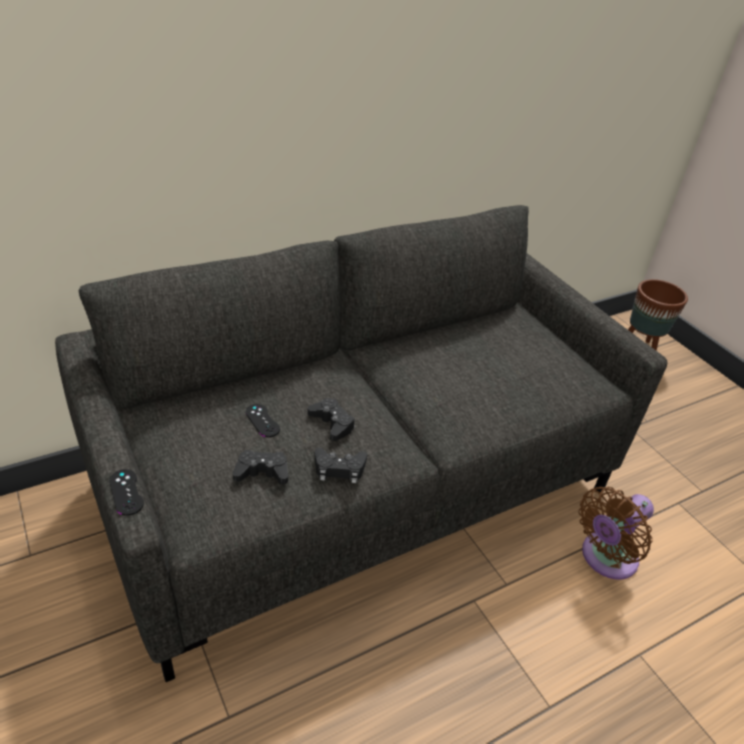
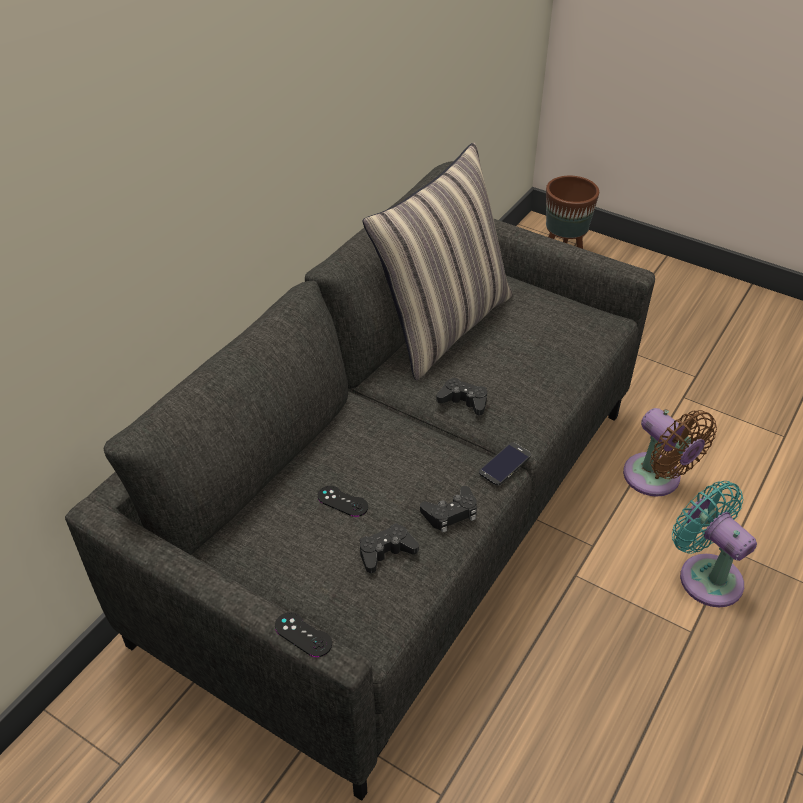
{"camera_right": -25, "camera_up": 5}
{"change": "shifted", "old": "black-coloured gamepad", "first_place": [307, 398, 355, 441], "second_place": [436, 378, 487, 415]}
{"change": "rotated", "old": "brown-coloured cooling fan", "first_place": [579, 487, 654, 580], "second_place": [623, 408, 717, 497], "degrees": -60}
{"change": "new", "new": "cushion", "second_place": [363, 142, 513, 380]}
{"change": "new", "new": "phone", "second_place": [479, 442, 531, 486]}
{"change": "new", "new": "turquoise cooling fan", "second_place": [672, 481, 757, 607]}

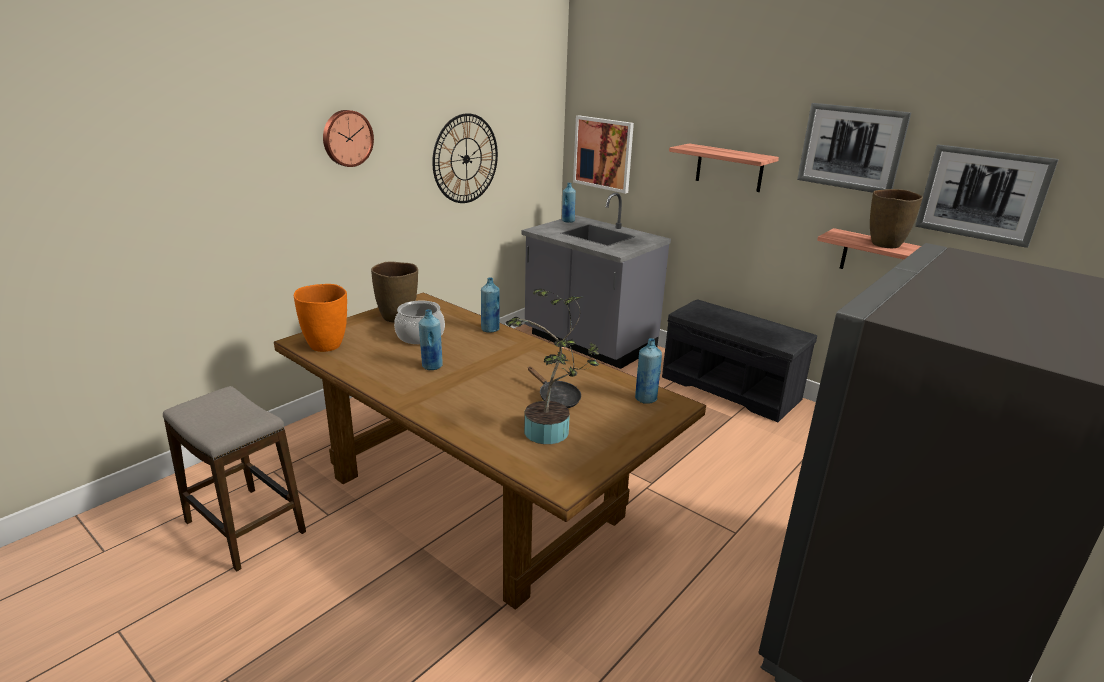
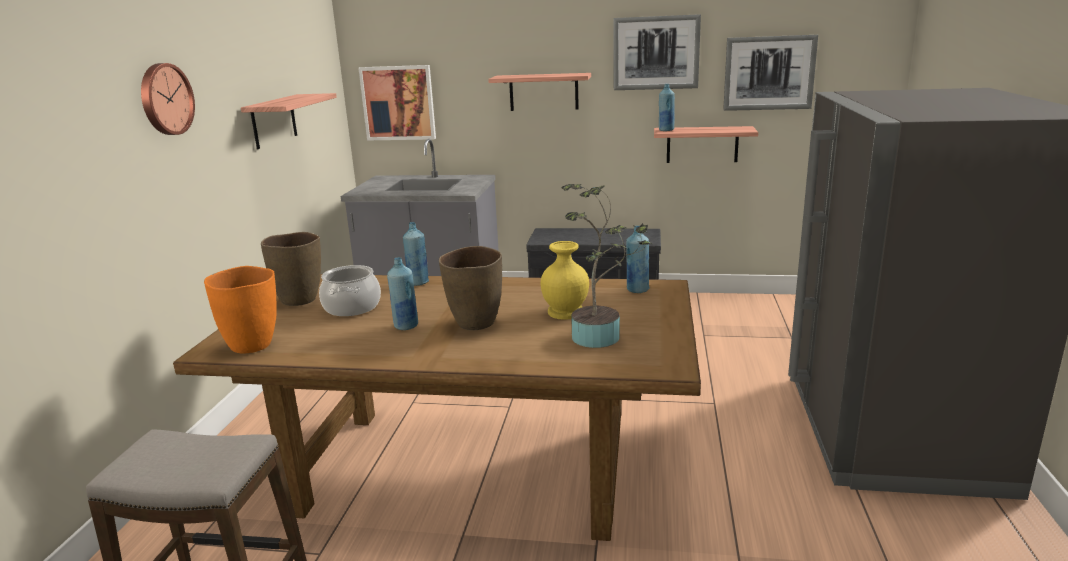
{"camera_right": -30, "camera_up": -5}
{"change": "swapped", "old": "hanging clock", "new": "shelf", "first_place": [432, 113, 498, 203], "second_place": [241, 93, 337, 149]}
{"change": "shifted", "old": "bluish drink bottle", "first_place": [562, 183, 576, 223], "second_place": [659, 84, 675, 131]}
{"change": "shifted", "old": "brown-coloured vase", "first_place": [870, 189, 923, 248], "second_place": [439, 246, 502, 330]}
{"change": "swapped", "old": "black-coloured pan", "new": "yellowish vase", "first_place": [528, 367, 581, 408], "second_place": [541, 241, 589, 320]}

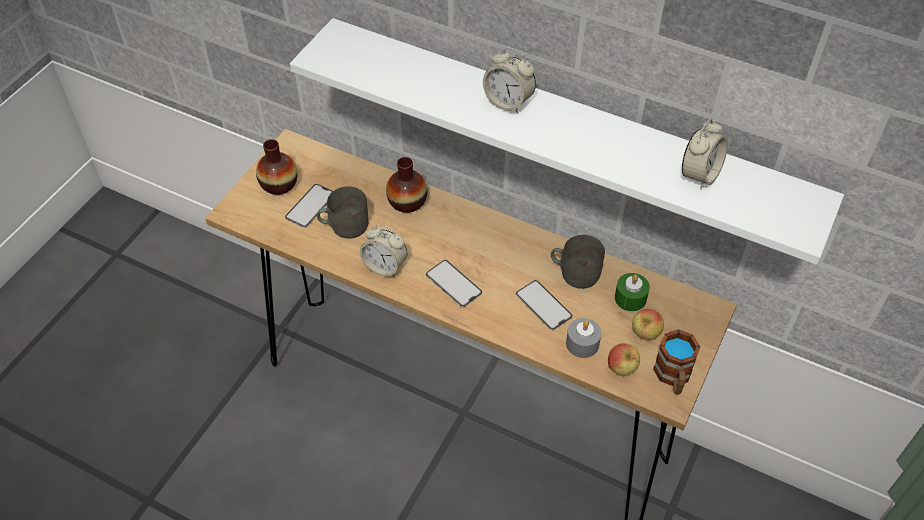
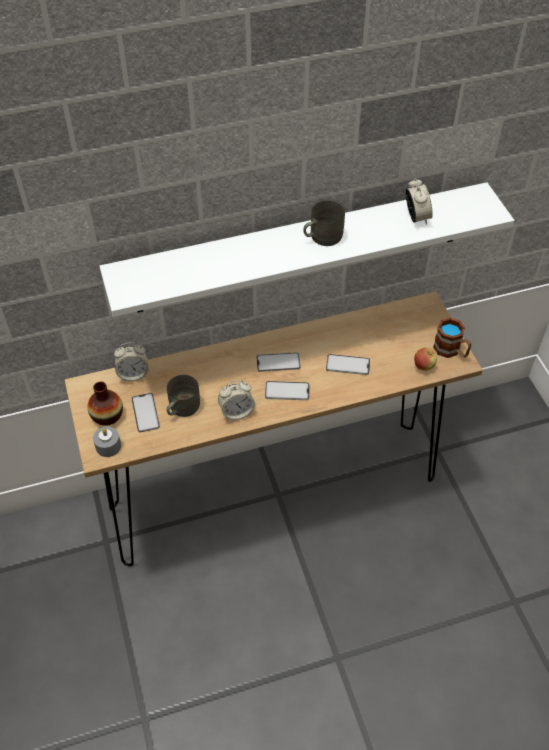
{"camera_right": -45, "camera_up": 0}
{"change": "shifted", "old": "alarm clock", "first_place": [483, 47, 536, 114], "second_place": [114, 342, 149, 382]}
{"change": "gone", "old": "vase", "first_place": [386, 157, 428, 213]}
{"change": "shifted", "old": "grey mug", "first_place": [551, 235, 605, 289], "second_place": [303, 201, 345, 246]}
{"change": "gone", "old": "green-coloured candle", "first_place": [615, 273, 650, 311]}
{"change": "gone", "old": "whole apple", "first_place": [632, 309, 664, 340]}
{"change": "shifted", "old": "grey candle", "first_place": [566, 318, 601, 358], "second_place": [93, 426, 121, 457]}
{"change": "new", "new": "phone", "second_place": [257, 352, 300, 372]}

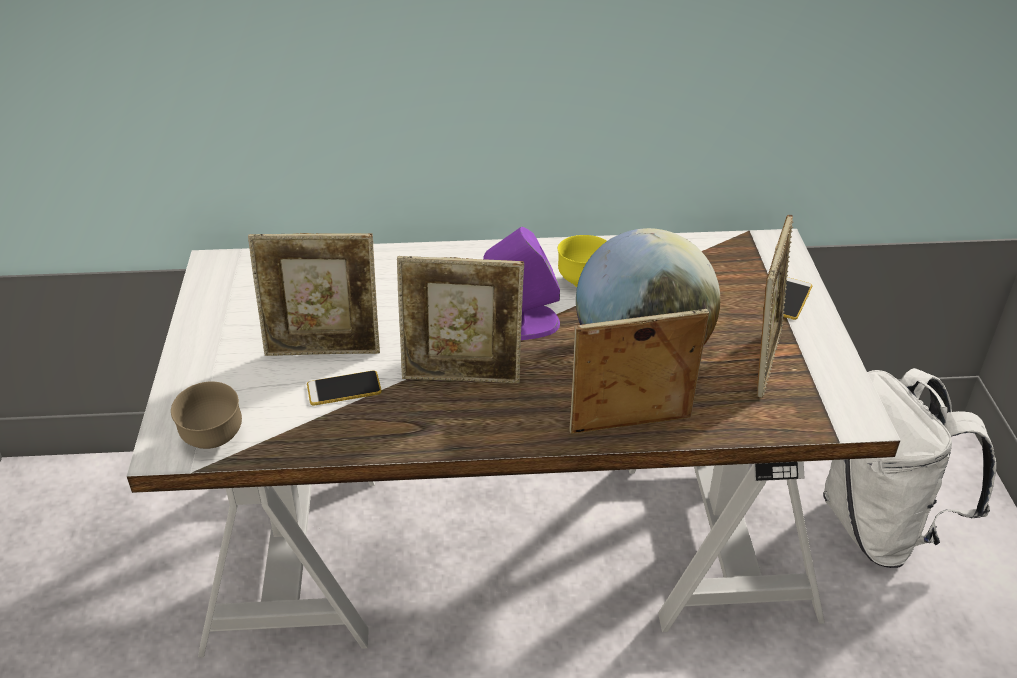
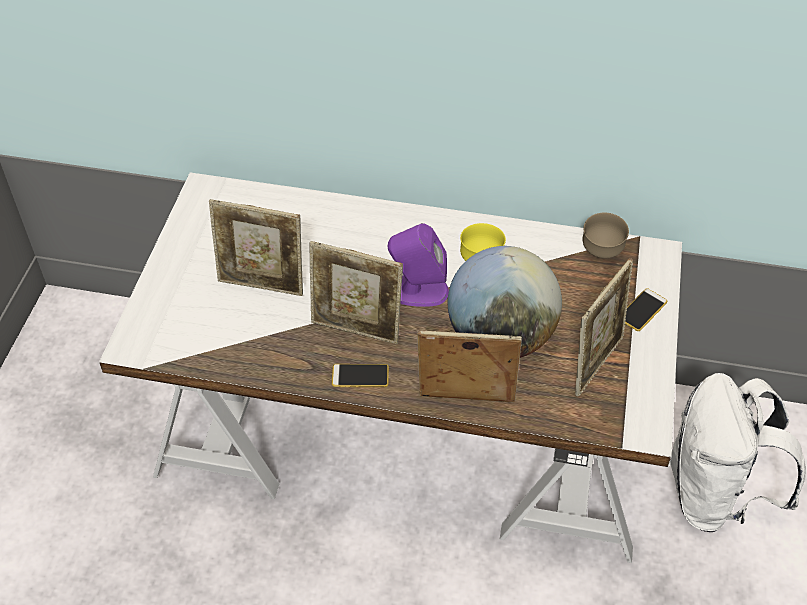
{"camera_right": 15, "camera_up": 10}
{"change": "shifted", "old": "phone", "first_place": [307, 370, 382, 406], "second_place": [332, 364, 389, 387]}
{"change": "shifted", "old": "brown-coloured bowl", "first_place": [171, 381, 242, 449], "second_place": [583, 213, 629, 259]}

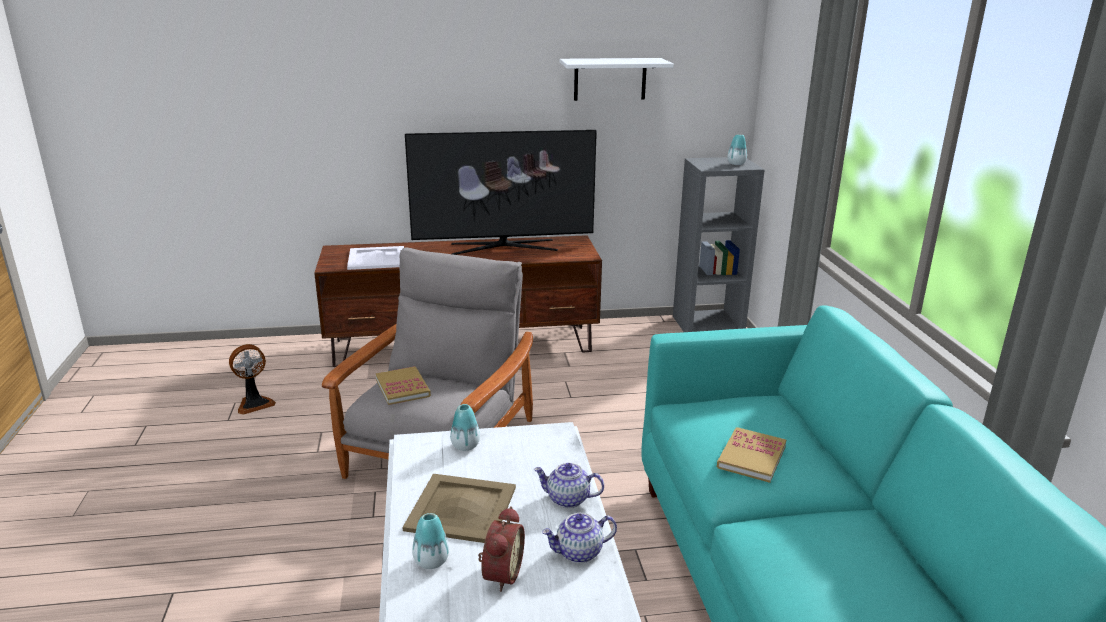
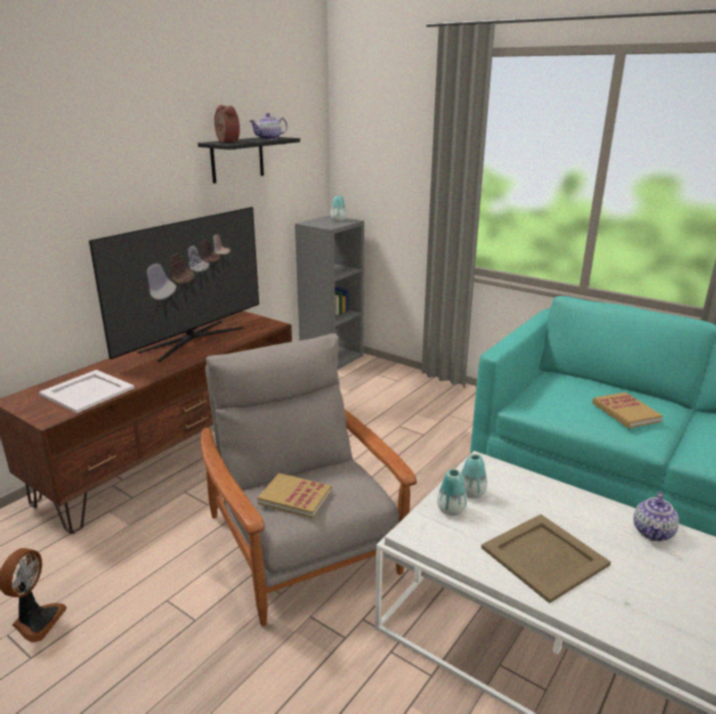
{"camera_right": -45, "camera_up": 0}
{"change": "repainted", "old": "white-coloured shelf", "new": "black-coloured shelf", "first_place": [560, 58, 674, 101], "second_place": [198, 137, 300, 183]}
{"change": "shifted", "old": "teapot", "first_place": [533, 463, 604, 508], "second_place": [250, 113, 287, 140]}
{"change": "shifted", "old": "alarm clock", "first_place": [478, 506, 525, 592], "second_place": [214, 105, 240, 143]}
{"change": "shifted", "old": "vase", "first_place": [412, 513, 449, 569], "second_place": [461, 454, 487, 499]}

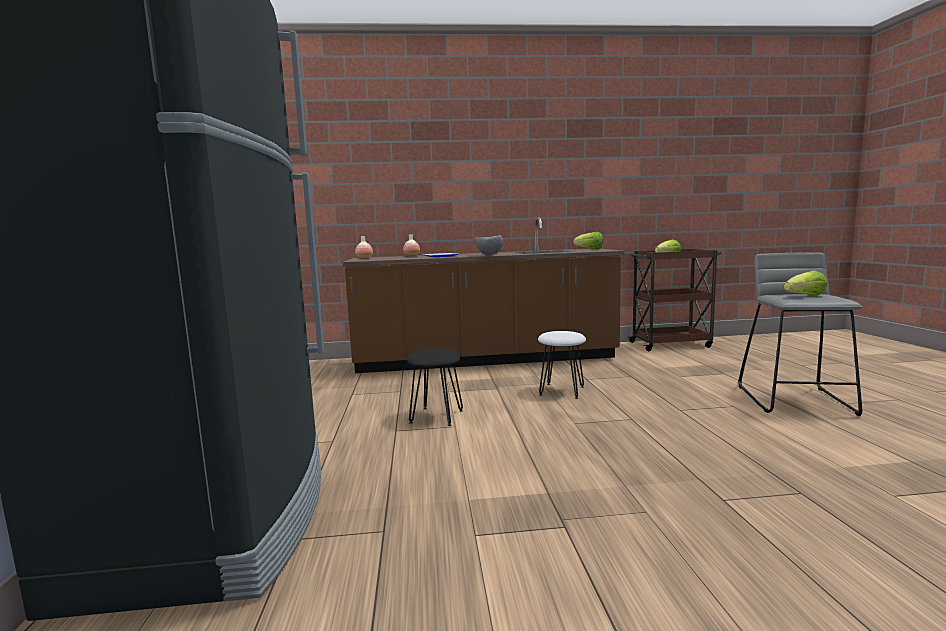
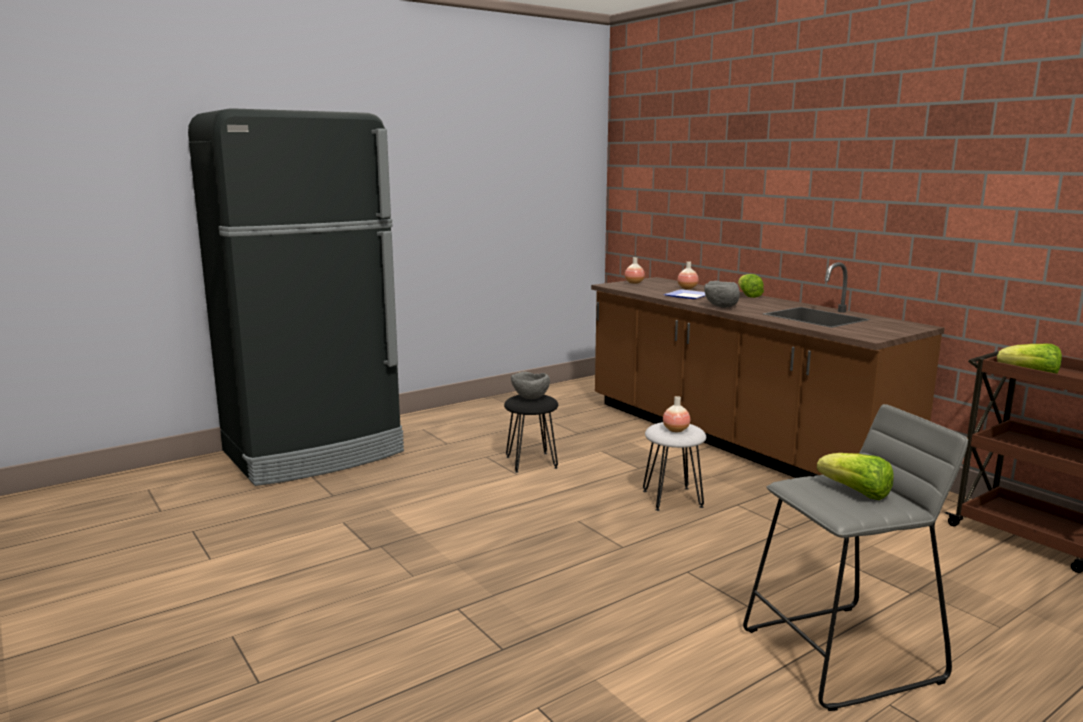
{"camera_right": 60, "camera_up": 5}
{"change": "shifted", "old": "head of lettuce", "first_place": [573, 232, 603, 249], "second_place": [738, 274, 764, 298]}
{"change": "new", "new": "grey bowl", "second_place": [511, 371, 550, 399]}
{"change": "new", "new": "vase", "second_place": [663, 396, 690, 432]}

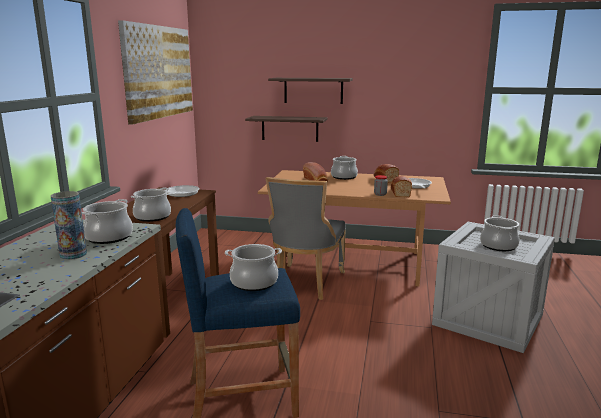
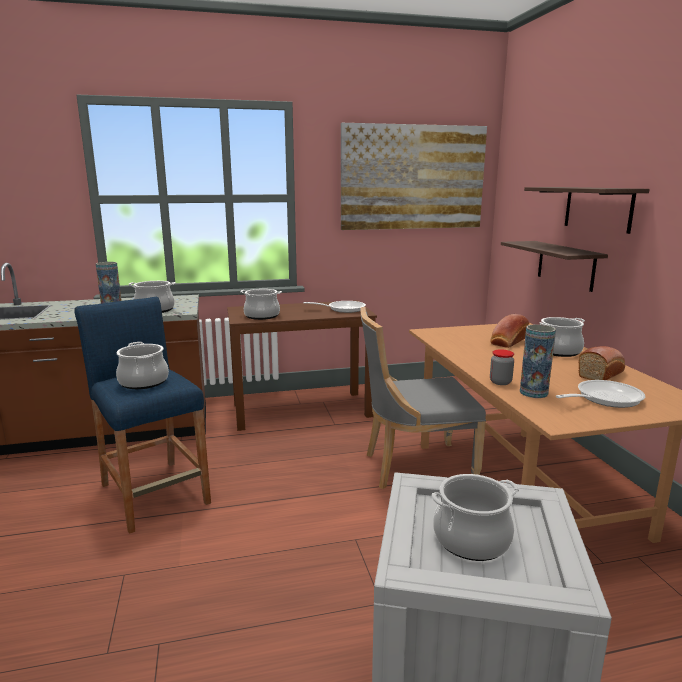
{"camera_right": 65, "camera_up": 0}
{"change": "swapped", "old": "baked bread", "new": "vase", "first_place": [391, 176, 412, 197], "second_place": [520, 324, 556, 398]}

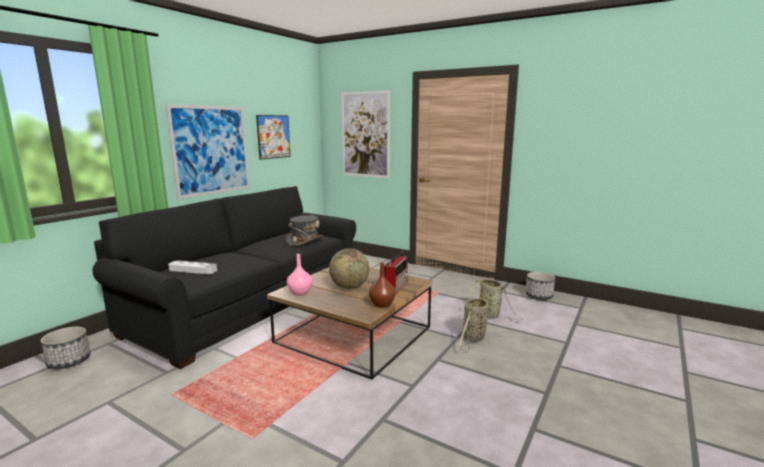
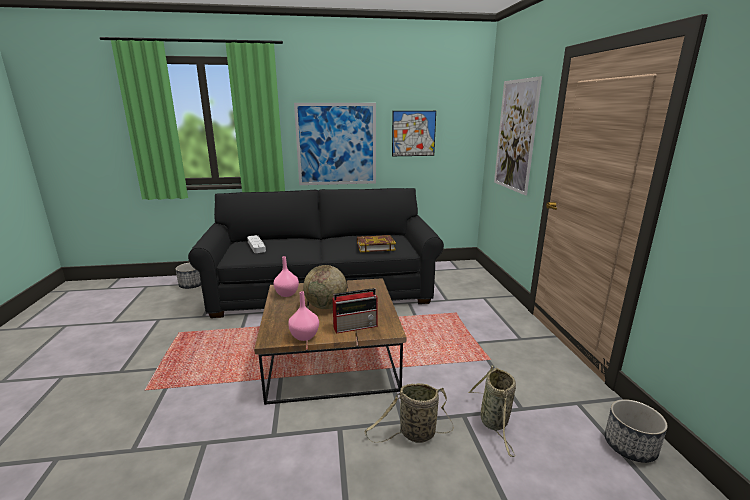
{"camera_right": 50, "camera_up": 5}
{"change": "swapped", "old": "grey clothing hat", "new": "book", "first_place": [286, 215, 323, 246], "second_place": [357, 235, 396, 252]}
{"change": "repainted", "old": "brown-coloured vase", "new": "pinkish vase", "first_place": [369, 263, 396, 308], "second_place": [288, 291, 319, 341]}

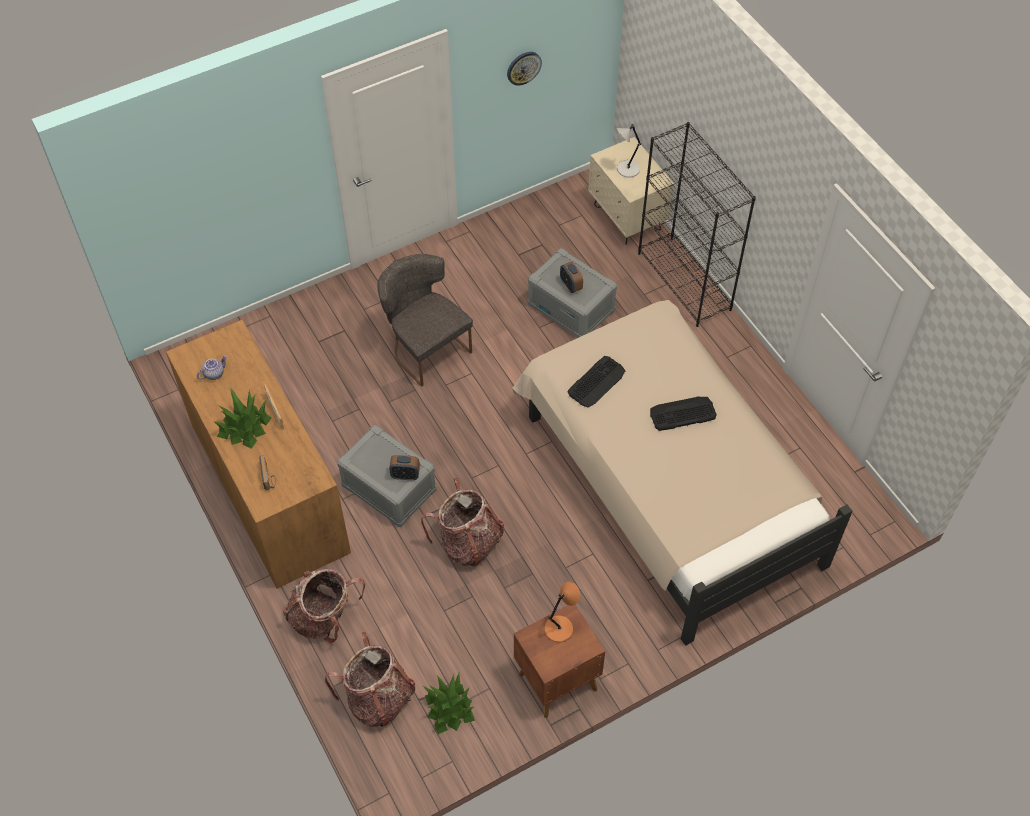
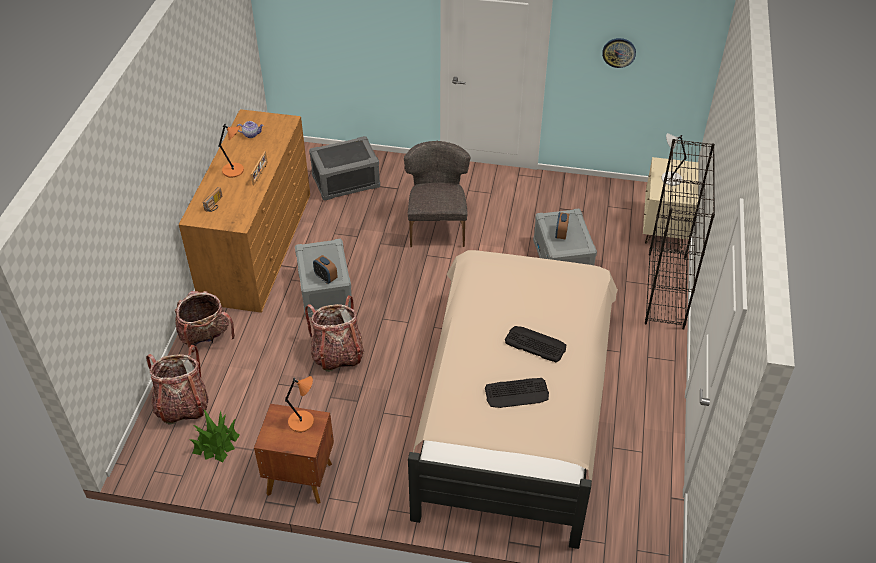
{"camera_right": 40, "camera_up": -10}
{"change": "shifted", "old": "keyboard", "first_place": [567, 356, 626, 408], "second_place": [485, 378, 549, 408]}
{"change": "swapped", "old": "houseplant", "new": "orangey tabletop lamp", "first_place": [214, 388, 272, 449], "second_place": [218, 124, 244, 177]}
{"change": "new", "new": "grey storage box", "second_place": [309, 136, 380, 201]}

